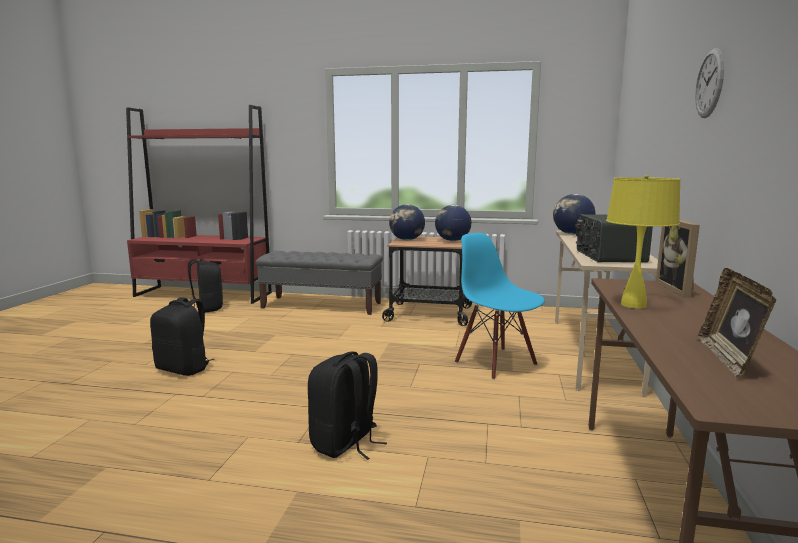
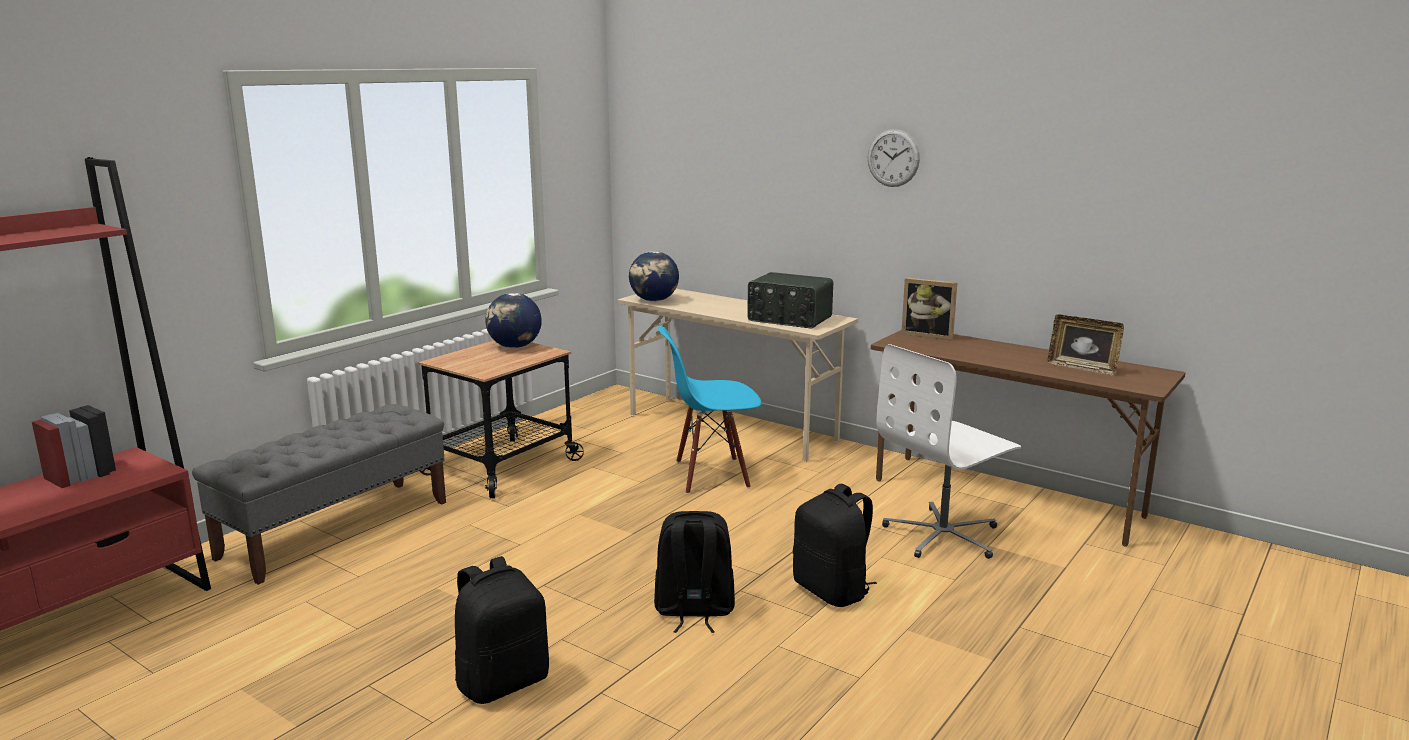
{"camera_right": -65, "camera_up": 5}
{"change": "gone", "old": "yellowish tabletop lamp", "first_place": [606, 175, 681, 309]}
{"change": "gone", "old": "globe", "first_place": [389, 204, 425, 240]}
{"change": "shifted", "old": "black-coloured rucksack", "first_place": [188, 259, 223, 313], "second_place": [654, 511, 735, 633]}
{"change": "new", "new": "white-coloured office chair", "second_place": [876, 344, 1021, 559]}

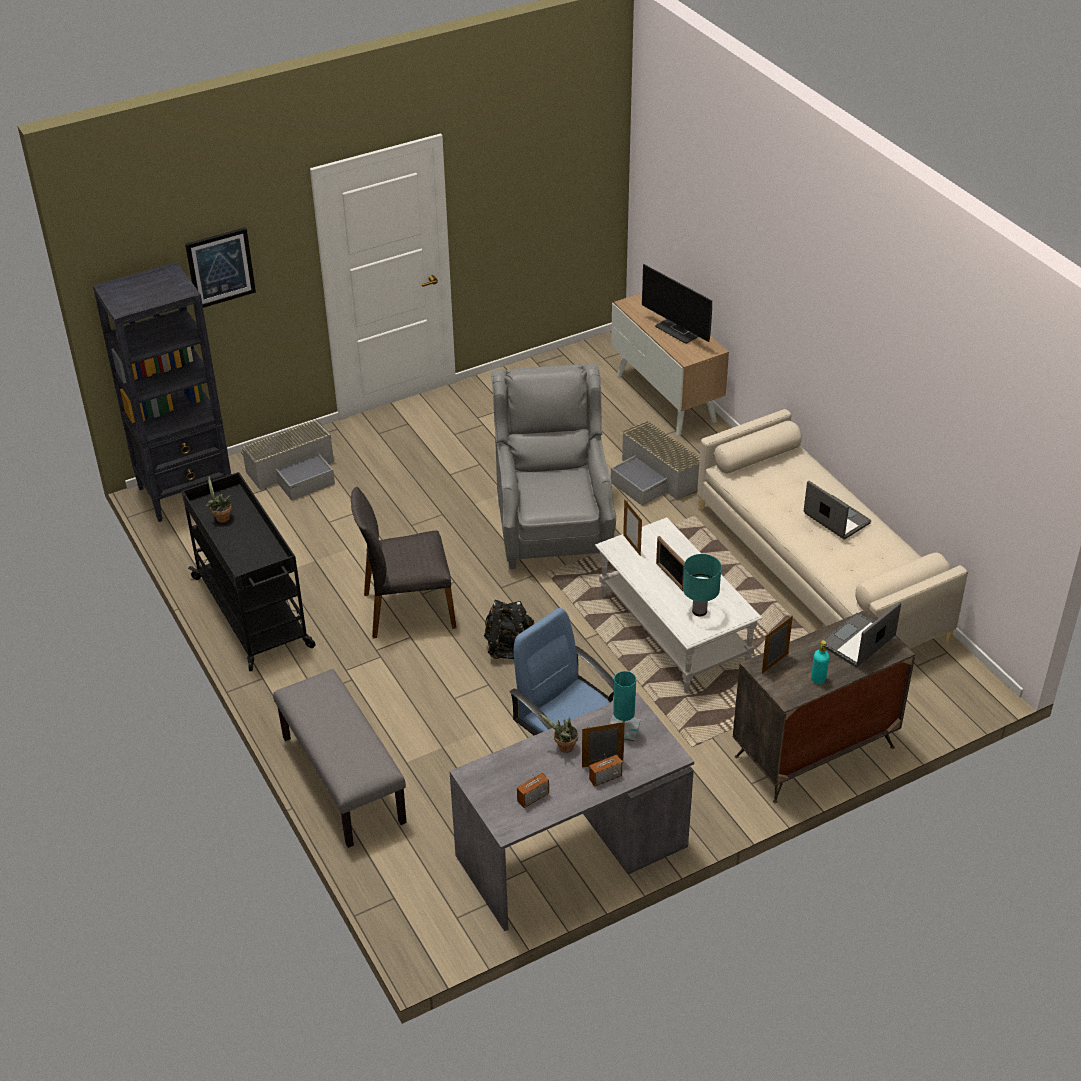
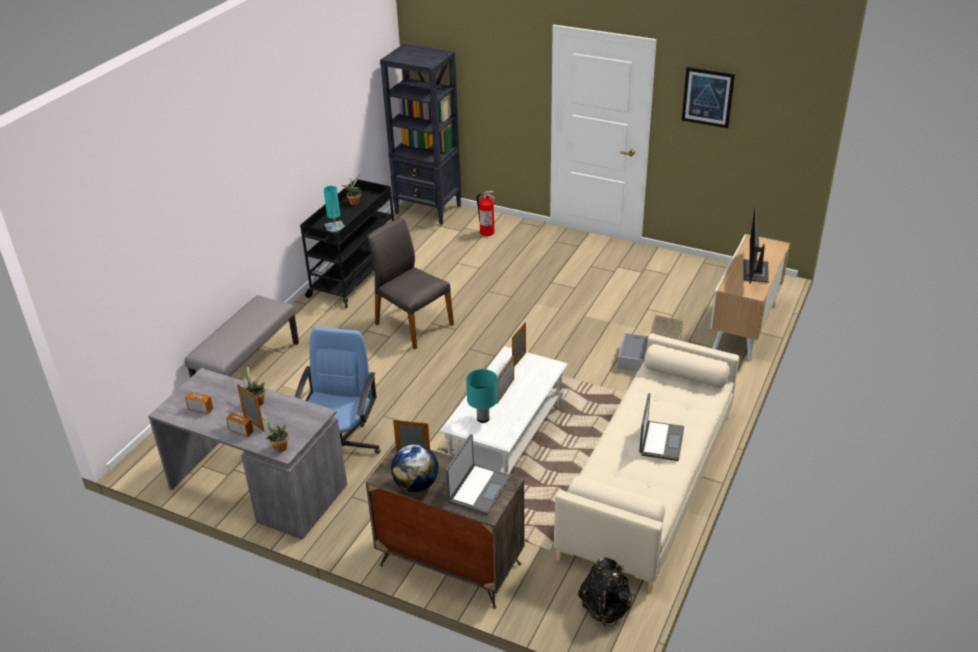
{"camera_right": 55, "camera_up": -5}
{"change": "shifted", "old": "wall art", "first_place": [185, 227, 256, 308], "second_place": [682, 67, 735, 128]}
{"change": "gone", "old": "grey easy chair", "first_place": [491, 363, 616, 569]}
{"change": "swapped", "old": "grey storage box", "new": "fire extinguisher", "first_place": [241, 419, 335, 501], "second_place": [477, 191, 495, 236]}
{"change": "shifted", "old": "black-coloured rucksack", "first_place": [484, 600, 535, 659], "second_place": [578, 557, 632, 626]}
{"change": "rotated", "old": "portable computer", "first_place": [824, 602, 901, 667], "second_place": [446, 434, 511, 515], "degrees": 105}
{"change": "swapped", "old": "turquoise drink bottle", "new": "globe", "first_place": [811, 640, 829, 684], "second_place": [391, 444, 439, 492]}
{"change": "shifted", "old": "turquoise tabletop lamp", "first_place": [610, 671, 641, 742], "second_place": [323, 186, 344, 232]}
{"change": "new", "new": "houseplant", "second_place": [261, 411, 289, 452]}

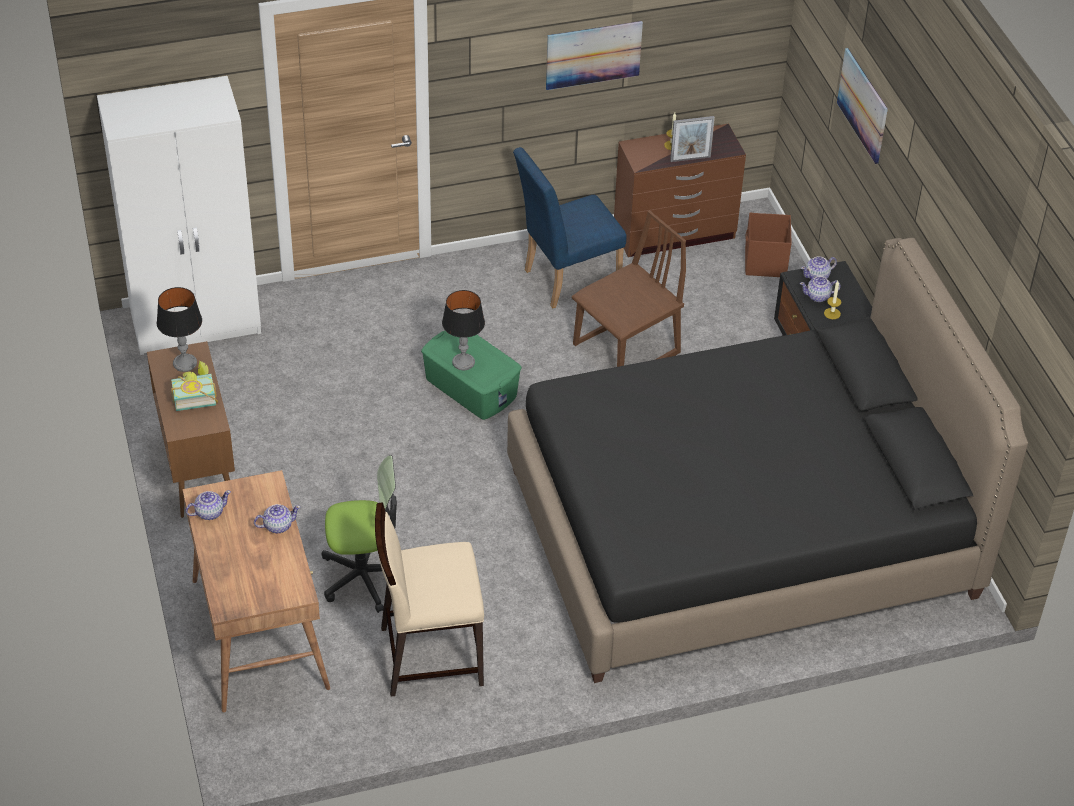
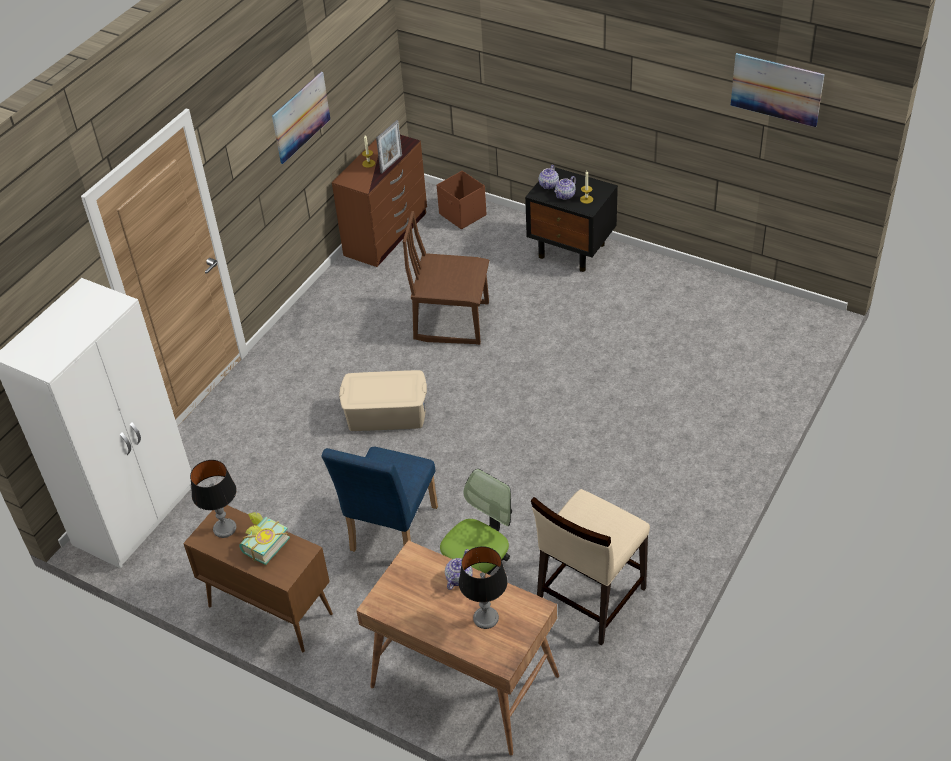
{"camera_right": -40, "camera_up": 0}
{"change": "shifted", "old": "wall art", "first_place": [837, 48, 888, 164], "second_place": [731, 53, 825, 127]}
{"change": "shifted", "old": "bluish upright chair", "first_place": [513, 147, 627, 308], "second_place": [322, 447, 438, 552]}
{"change": "rotated", "old": "brown-coloured upright chair", "first_place": [572, 210, 686, 367], "second_place": [403, 211, 489, 345], "degrees": -90}
{"change": "gone", "old": "black-coloured sleeping bed", "first_place": [507, 238, 1028, 683]}
{"change": "shifted", "old": "tabletop lamp", "first_place": [442, 290, 485, 370], "second_place": [459, 546, 508, 629]}
{"change": "repainted", "old": "green-coloured storage box", "new": "sand-coloured storage box", "first_place": [421, 330, 522, 420], "second_place": [339, 370, 427, 431]}
{"change": "gone", "old": "teapot", "first_place": [186, 490, 231, 520]}

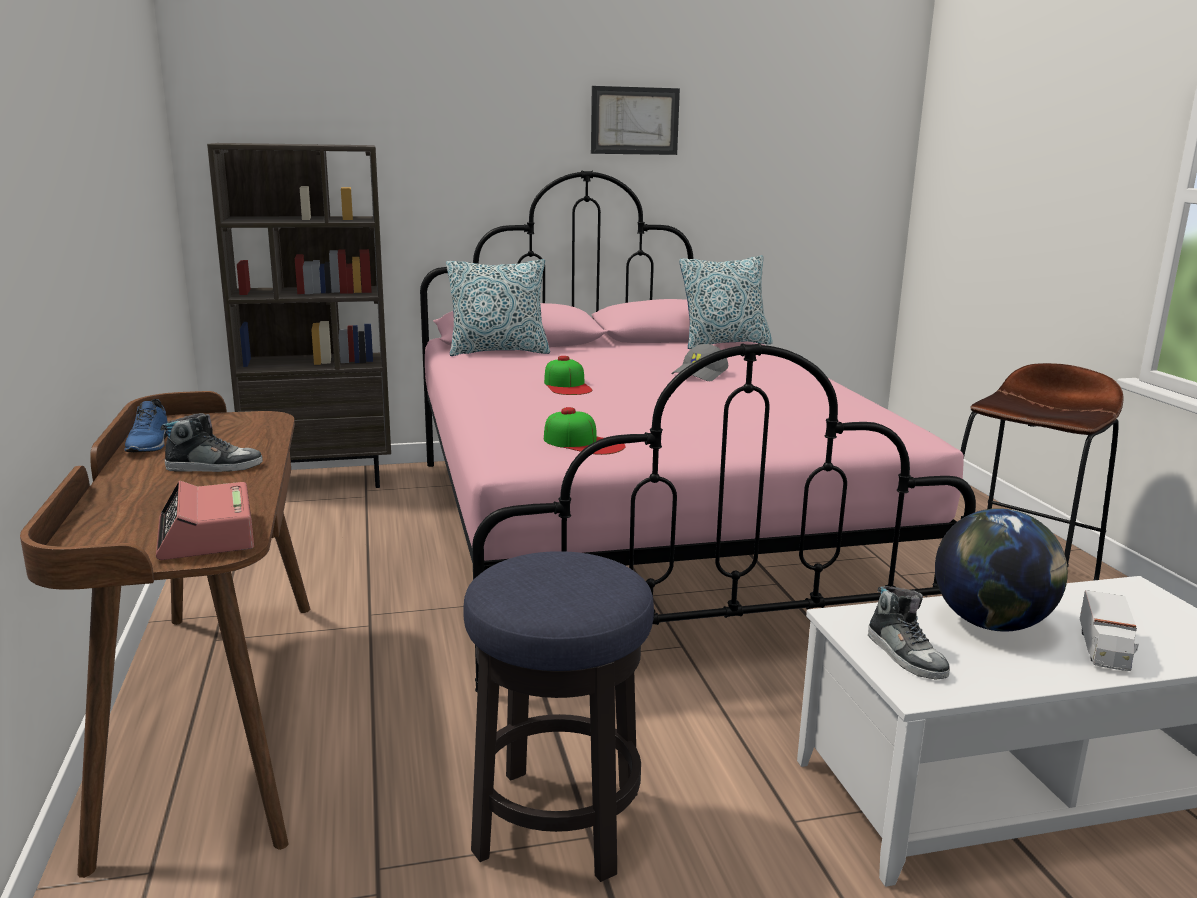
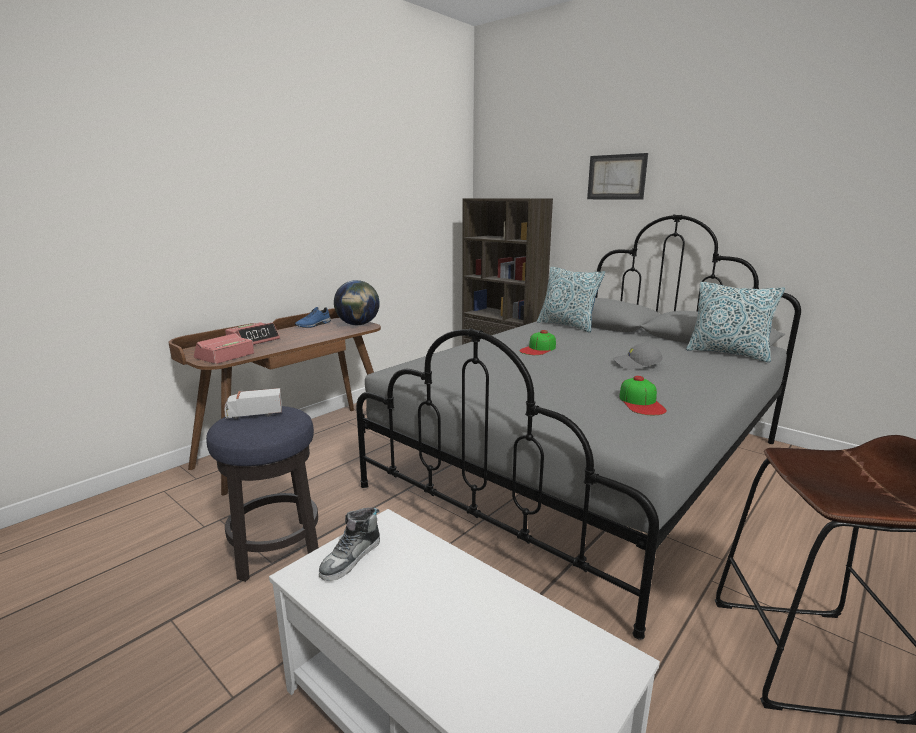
{"camera_right": 55, "camera_up": 0}
{"change": "shifted", "old": "wall art", "first_place": [591, 86, 680, 155], "second_place": [587, 153, 648, 200]}
{"change": "repainted", "old": "pinkish sleeping bed", "new": "grey sleeping bed", "first_place": [420, 171, 976, 693], "second_place": [356, 214, 801, 640]}
{"change": "shifted", "old": "baseball cap", "first_place": [544, 407, 626, 455], "second_place": [619, 376, 667, 415]}
{"change": "gone", "old": "item of footwear", "first_place": [161, 413, 263, 472]}
{"change": "shifted", "old": "globe", "first_place": [935, 508, 1068, 632], "second_place": [334, 280, 380, 325]}
{"change": "shifted", "old": "toy truck", "first_place": [1080, 590, 1139, 671], "second_place": [224, 388, 282, 420]}
{"change": "new", "new": "alarm clock", "second_place": [225, 322, 280, 345]}

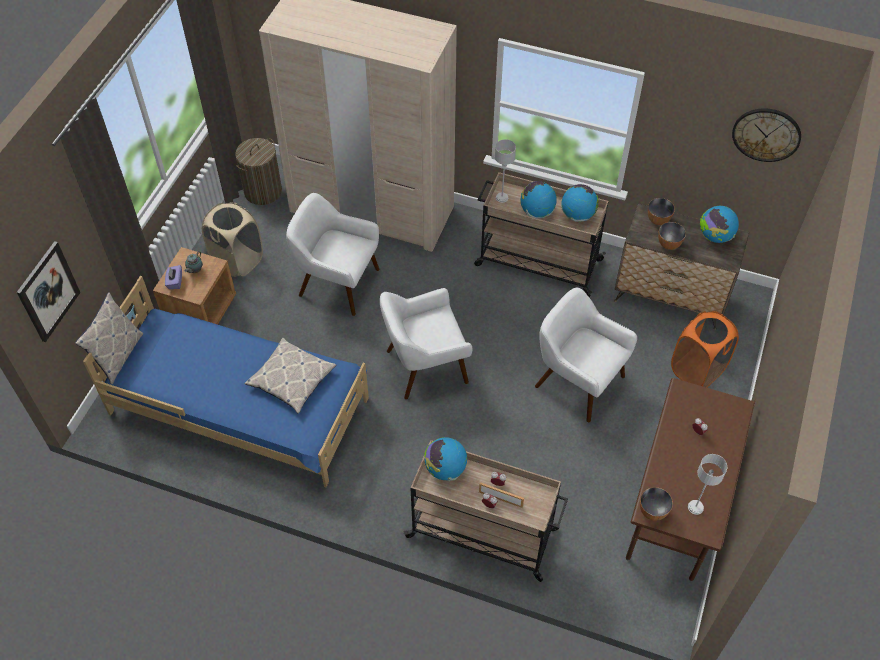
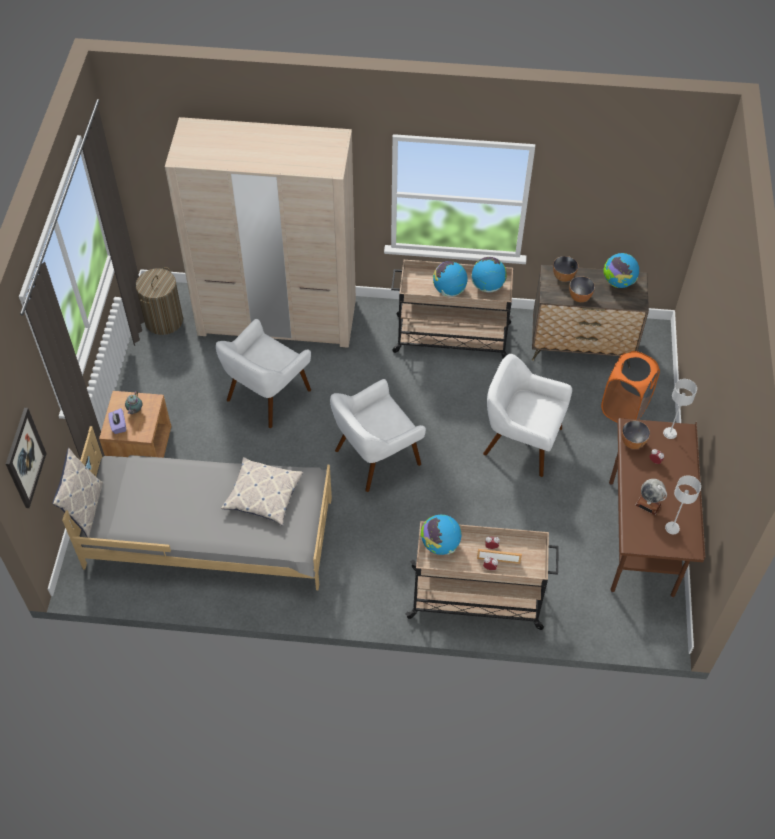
{"camera_right": -15, "camera_up": 0}
{"change": "gone", "old": "hanging clock", "first_place": [732, 109, 801, 162]}
{"change": "shifted", "old": "grey tabletop lamp", "first_place": [495, 139, 516, 203], "second_place": [663, 379, 697, 439]}
{"change": "rotated", "old": "white-coloured easy chair", "first_place": [286, 193, 379, 316], "second_place": [216, 319, 311, 428], "degrees": -60}
{"change": "gone", "old": "sand-coloured washing basket", "first_place": [202, 202, 263, 277]}
{"change": "repainted", "old": "bluish sleeping bed", "new": "grey sleeping bed", "first_place": [83, 276, 369, 487], "second_place": [62, 426, 332, 590]}
{"change": "shifted", "old": "bowl", "first_place": [640, 487, 673, 521], "second_place": [622, 421, 650, 449]}
{"change": "new", "new": "globe", "second_place": [635, 479, 667, 515]}

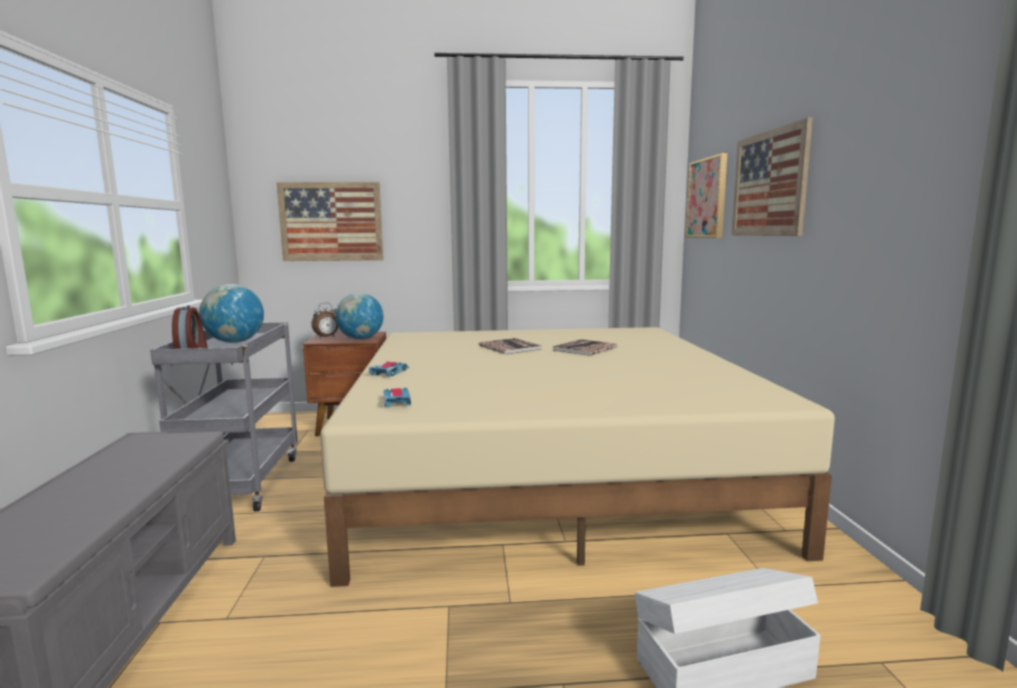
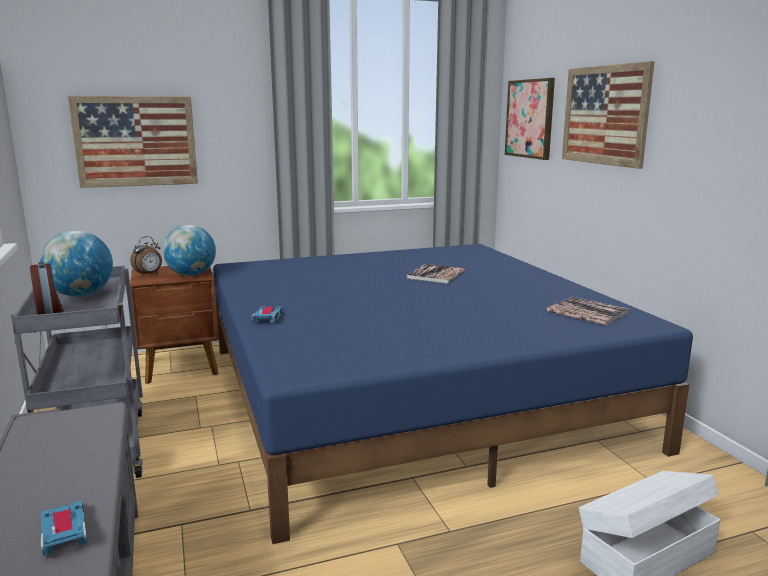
{"camera_right": -15, "camera_up": 5}
{"change": "repainted", "old": "sand-coloured sleeping bed", "new": "bluish sleeping bed", "first_place": [320, 327, 835, 587], "second_place": [213, 244, 693, 544]}
{"change": "shifted", "old": "book", "first_place": [479, 338, 542, 354], "second_place": [546, 297, 629, 326]}
{"change": "shifted", "old": "model car", "first_place": [384, 388, 411, 407], "second_place": [41, 501, 87, 556]}

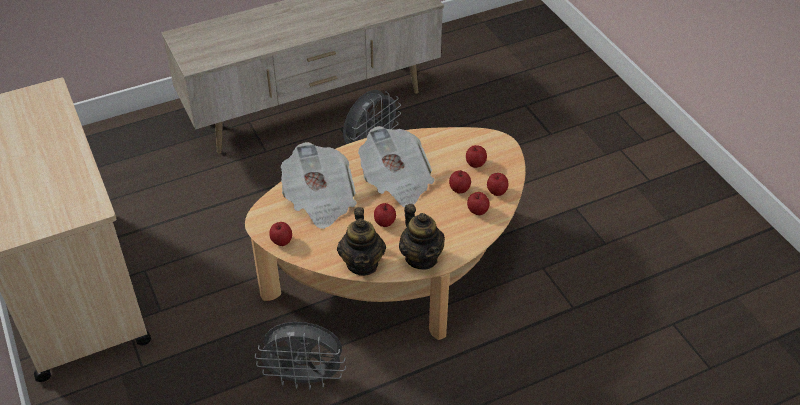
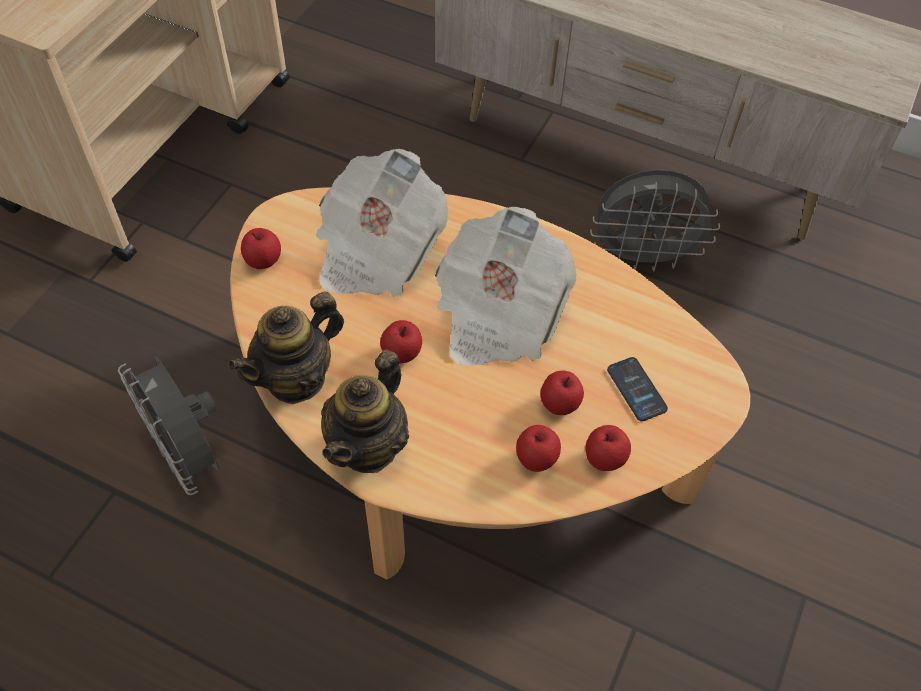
{"camera_right": 50, "camera_up": 10}
{"change": "swapped", "old": "whole apple", "new": "phone", "first_place": [466, 145, 487, 168], "second_place": [607, 357, 668, 421]}

